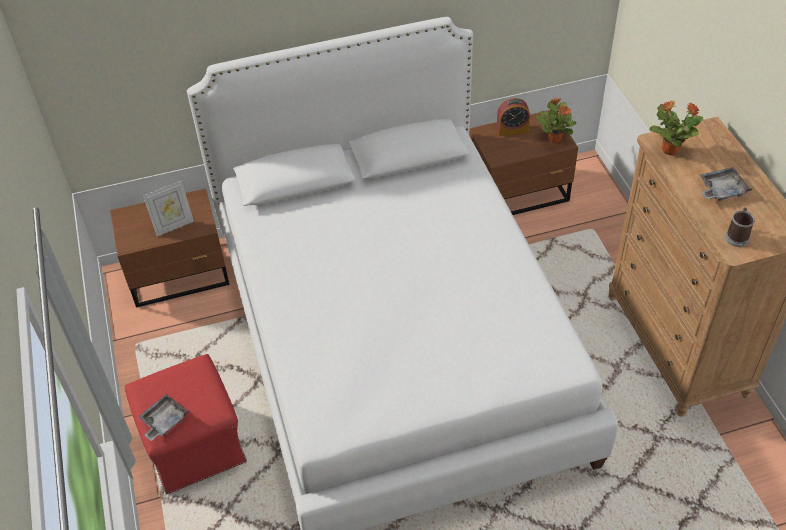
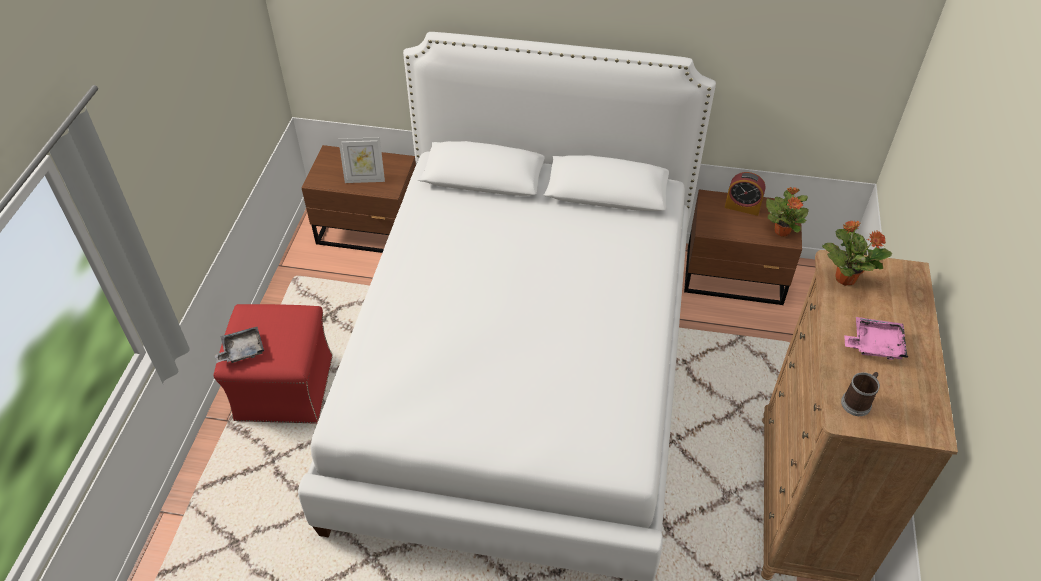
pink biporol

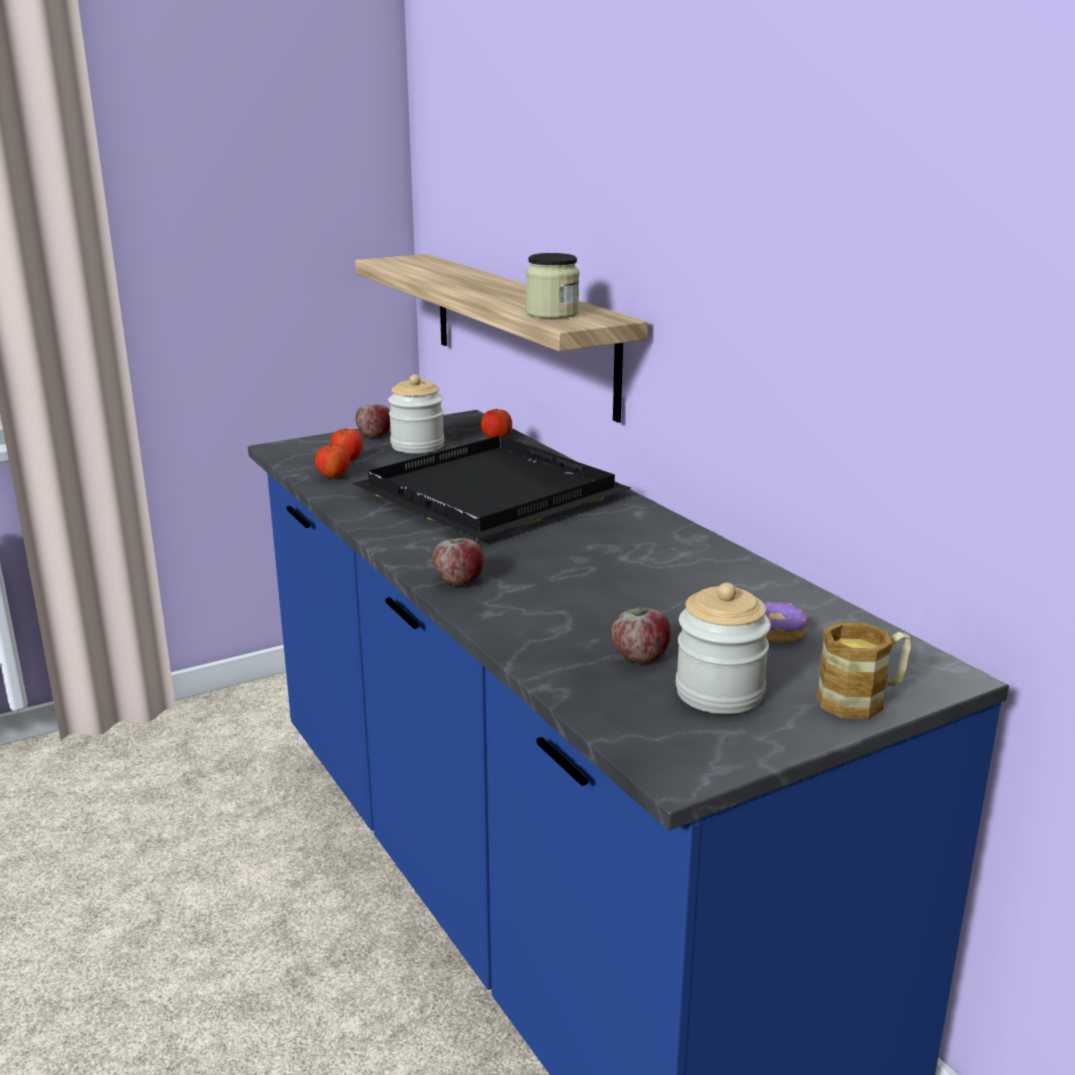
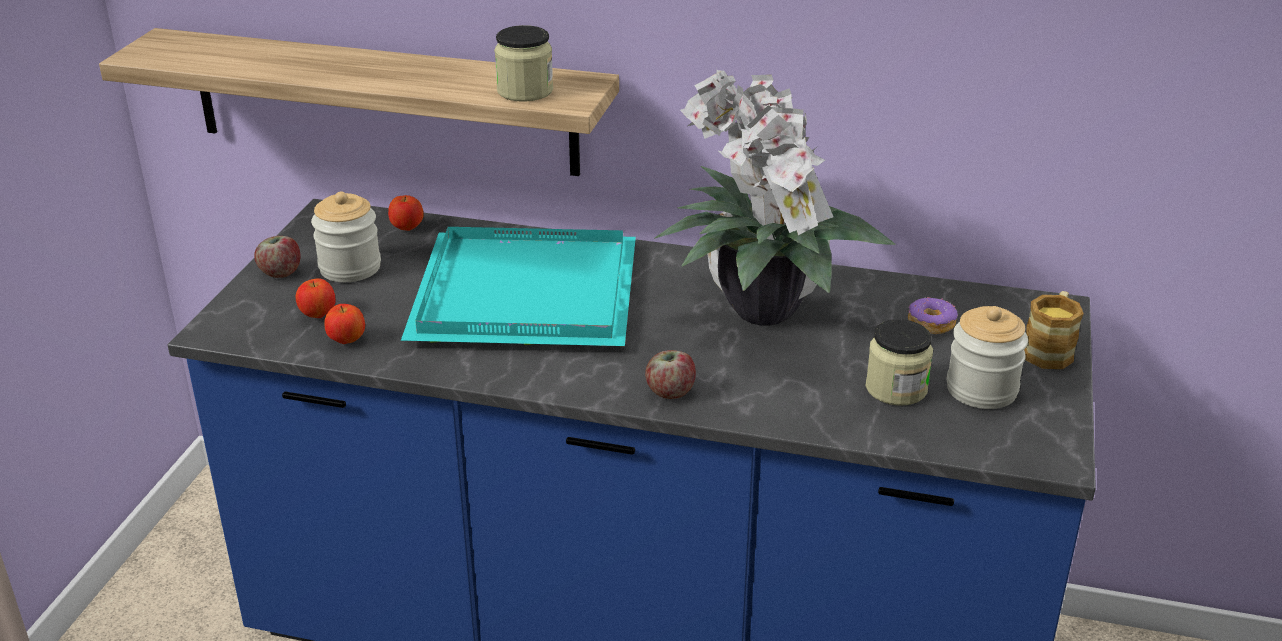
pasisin
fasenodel (no. 3 from left)
turquoise biporol

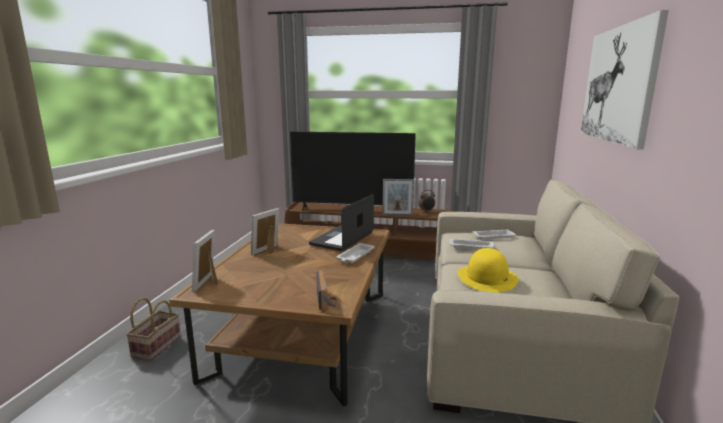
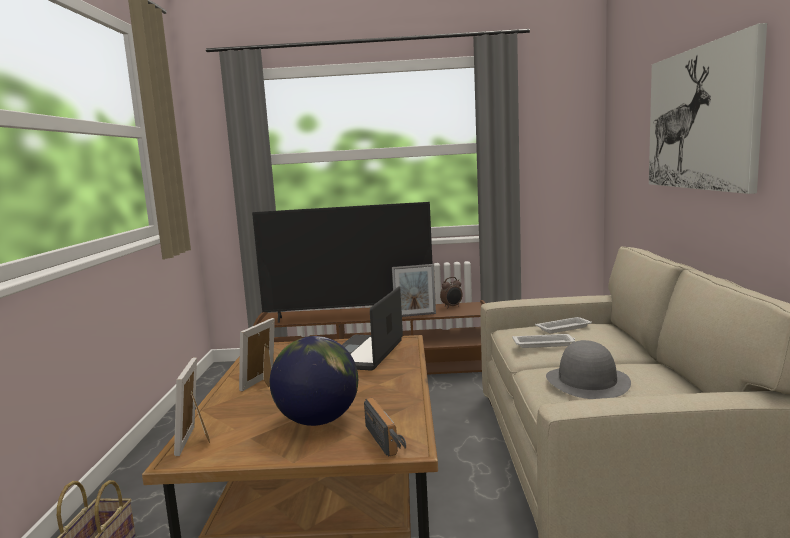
white biporol (no. 1 from left in the first image)
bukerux
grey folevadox

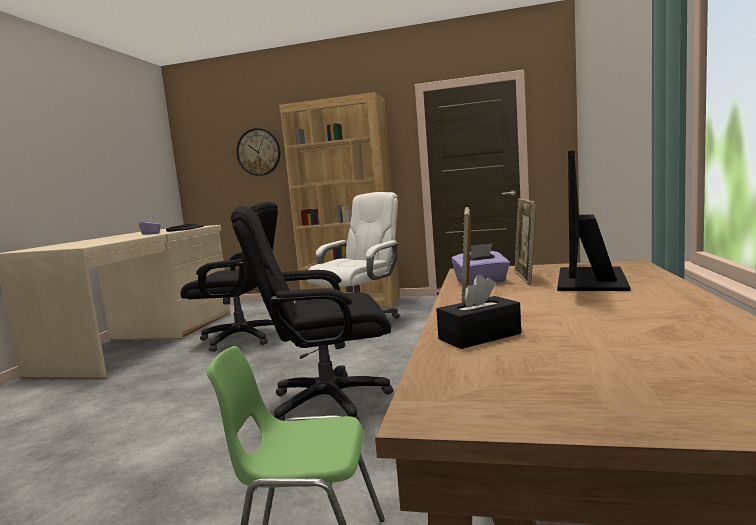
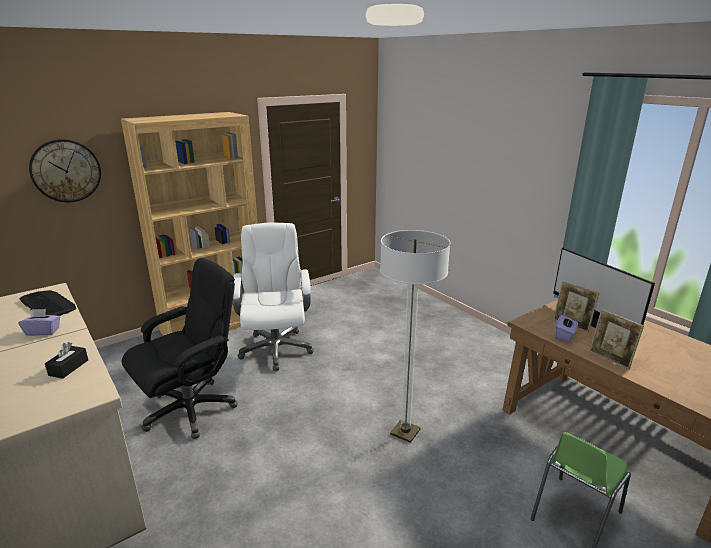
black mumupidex
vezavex

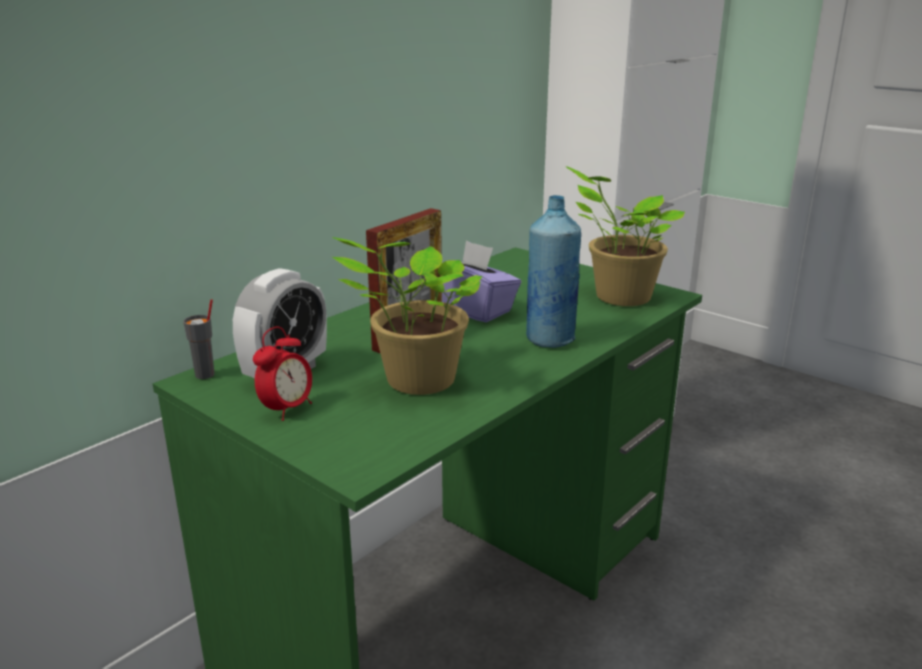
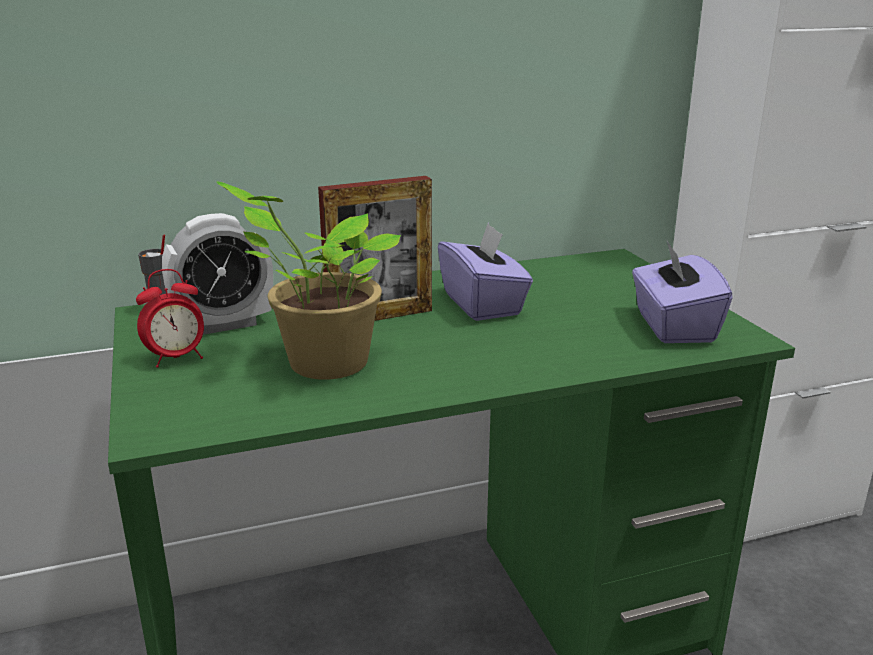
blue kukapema
purple mumupidex (no. 2 from left)

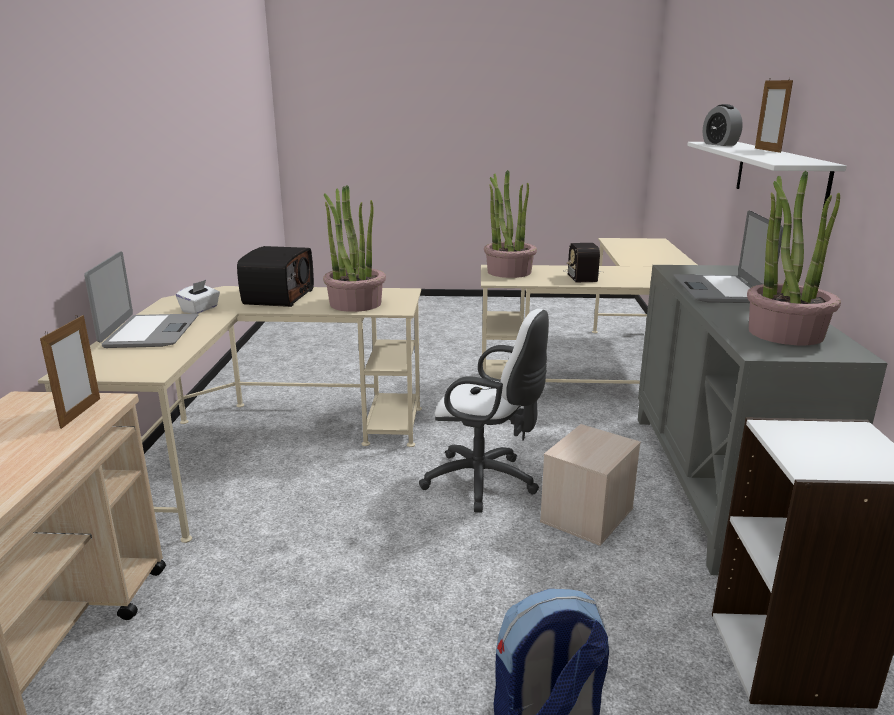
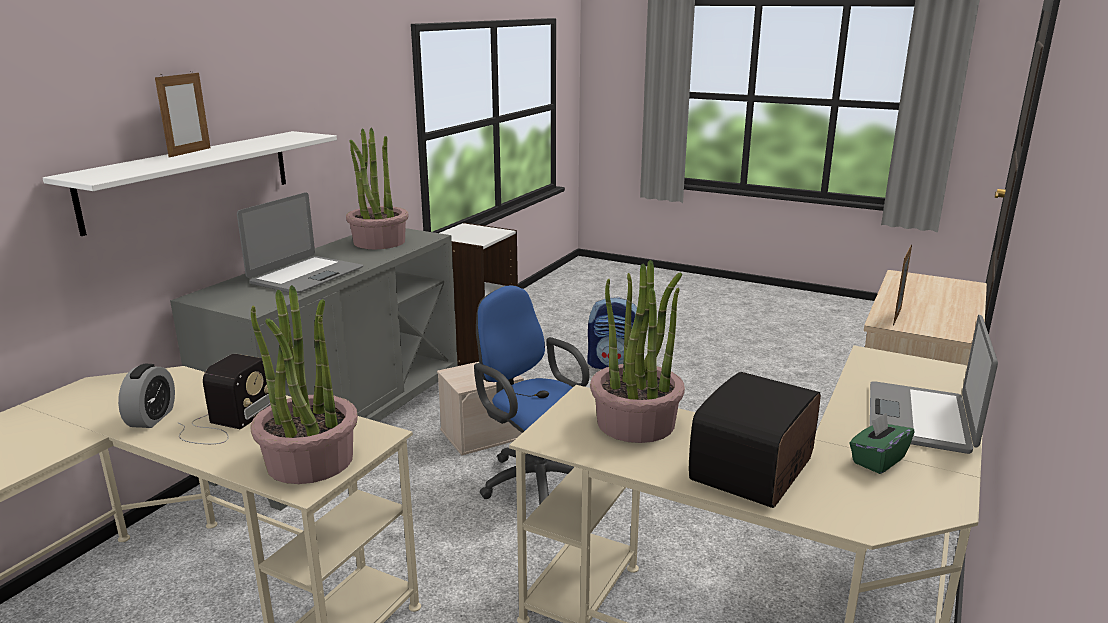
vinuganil
green mumupidex
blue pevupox

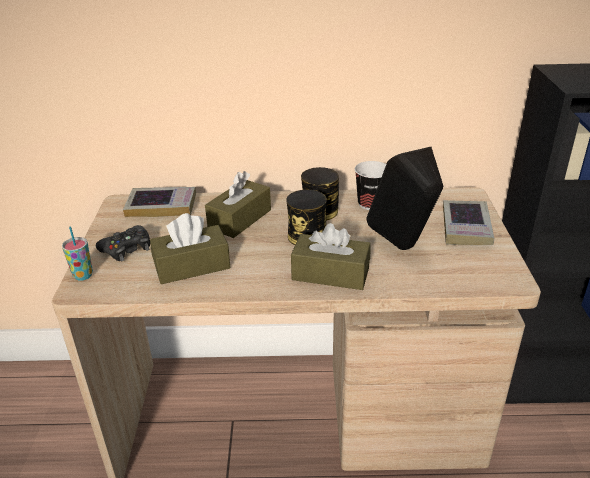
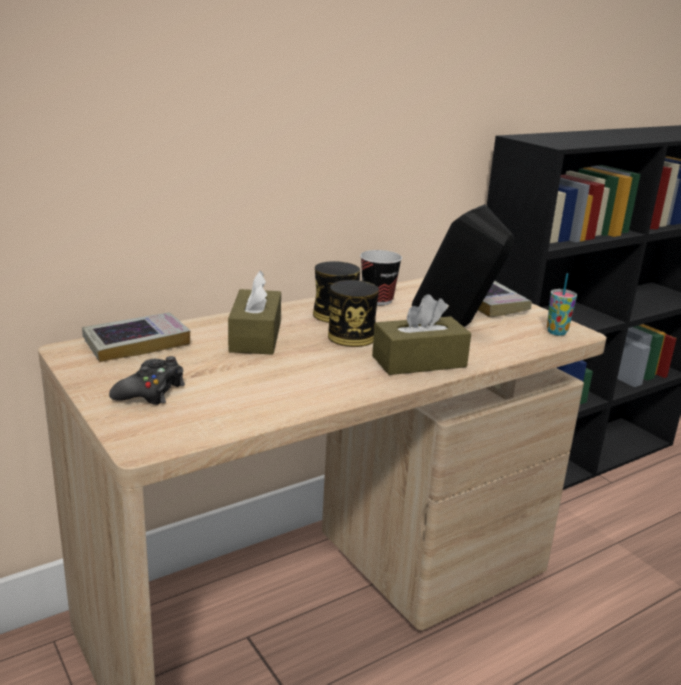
brown mumupidex (no. 1 from left in the first image)
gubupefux (no. 2 from left)

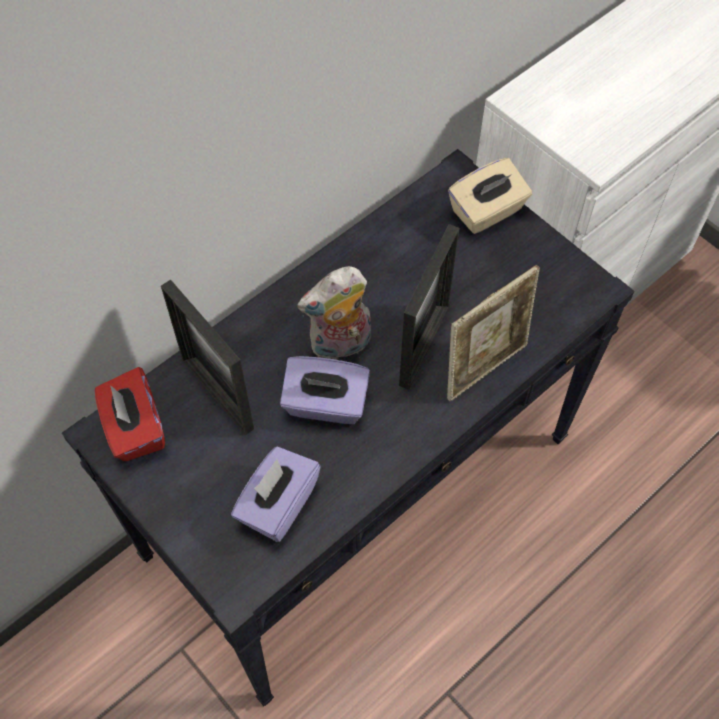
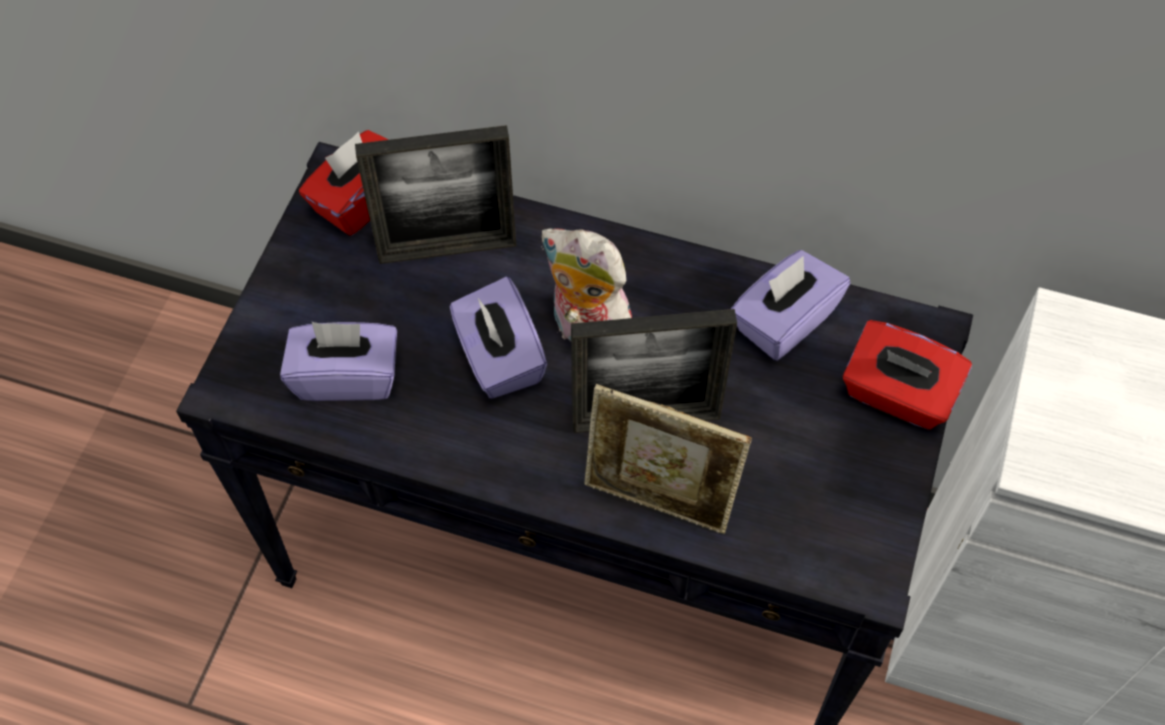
purple mumupidex (no. 3 from left)
red mumupidex (no. 2 from left)
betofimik (no. 1 from left)

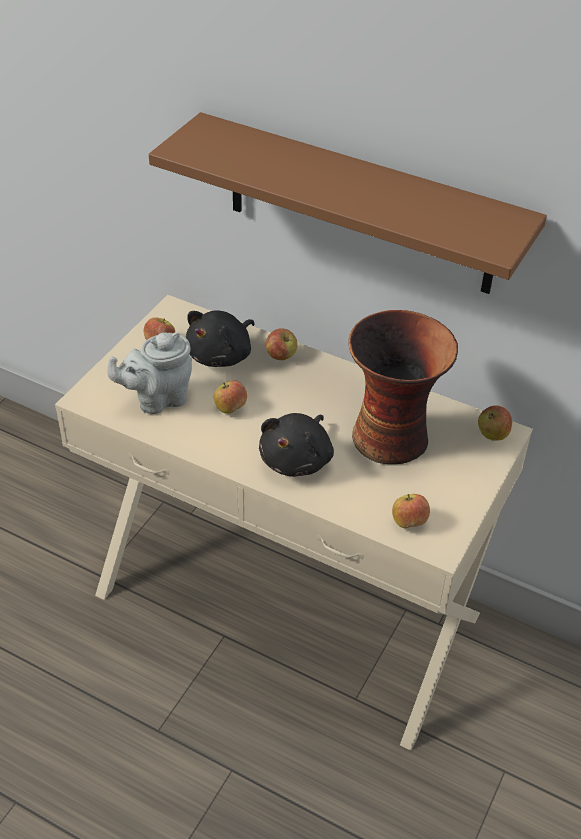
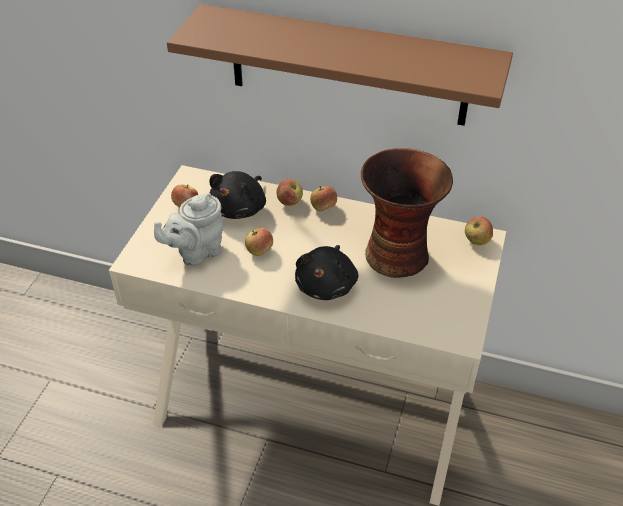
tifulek (no. 4 from left)

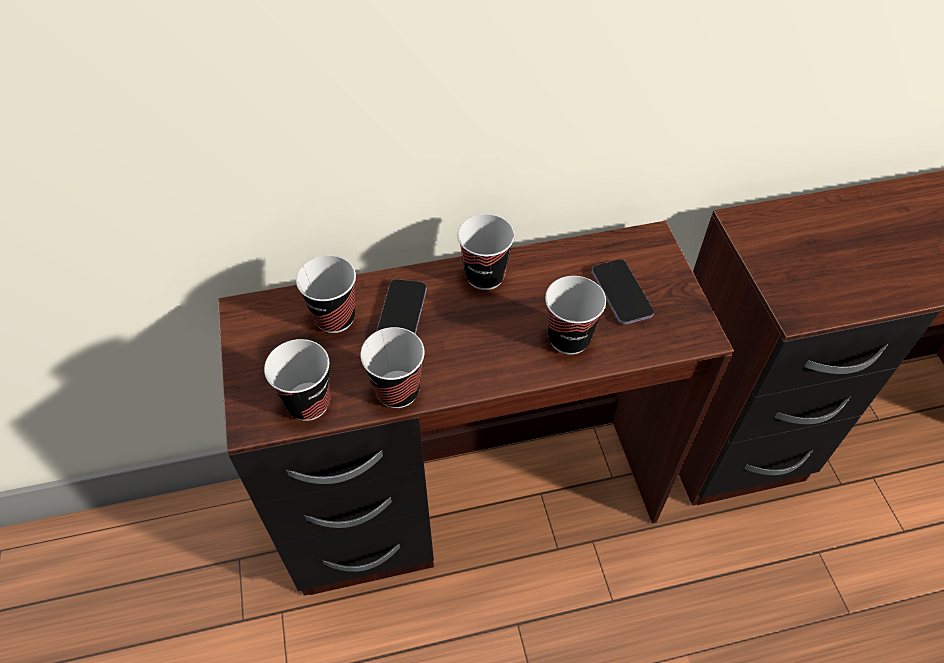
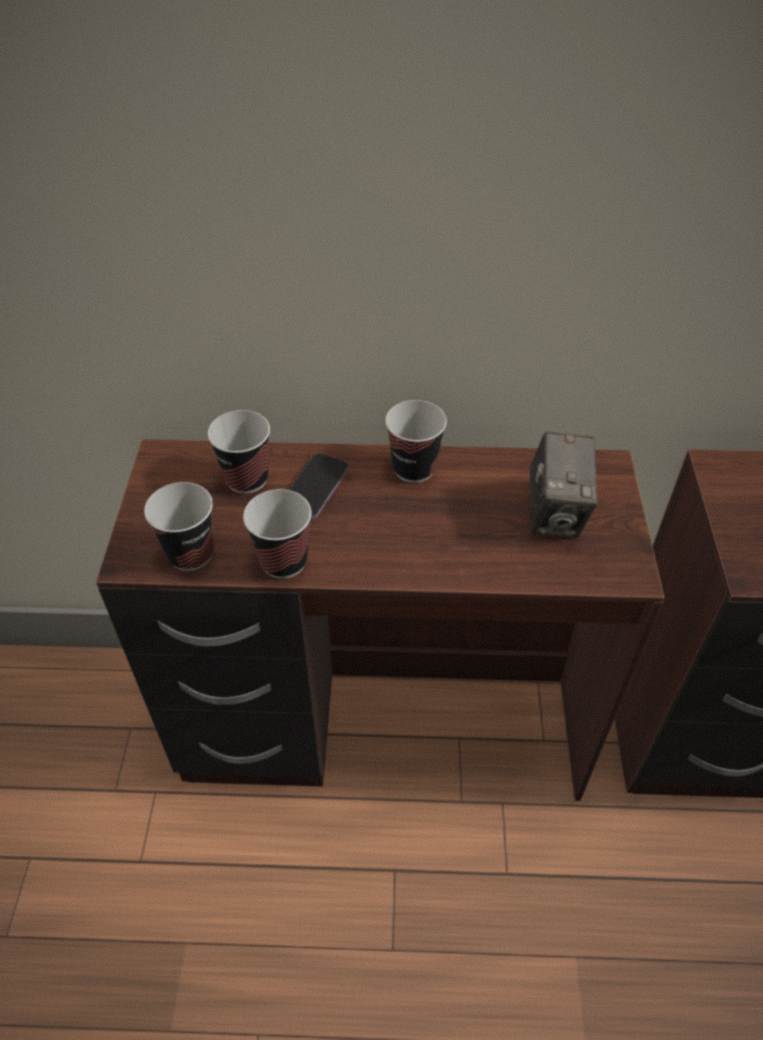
gubupefux (no. 5 from left in the first image)
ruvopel

